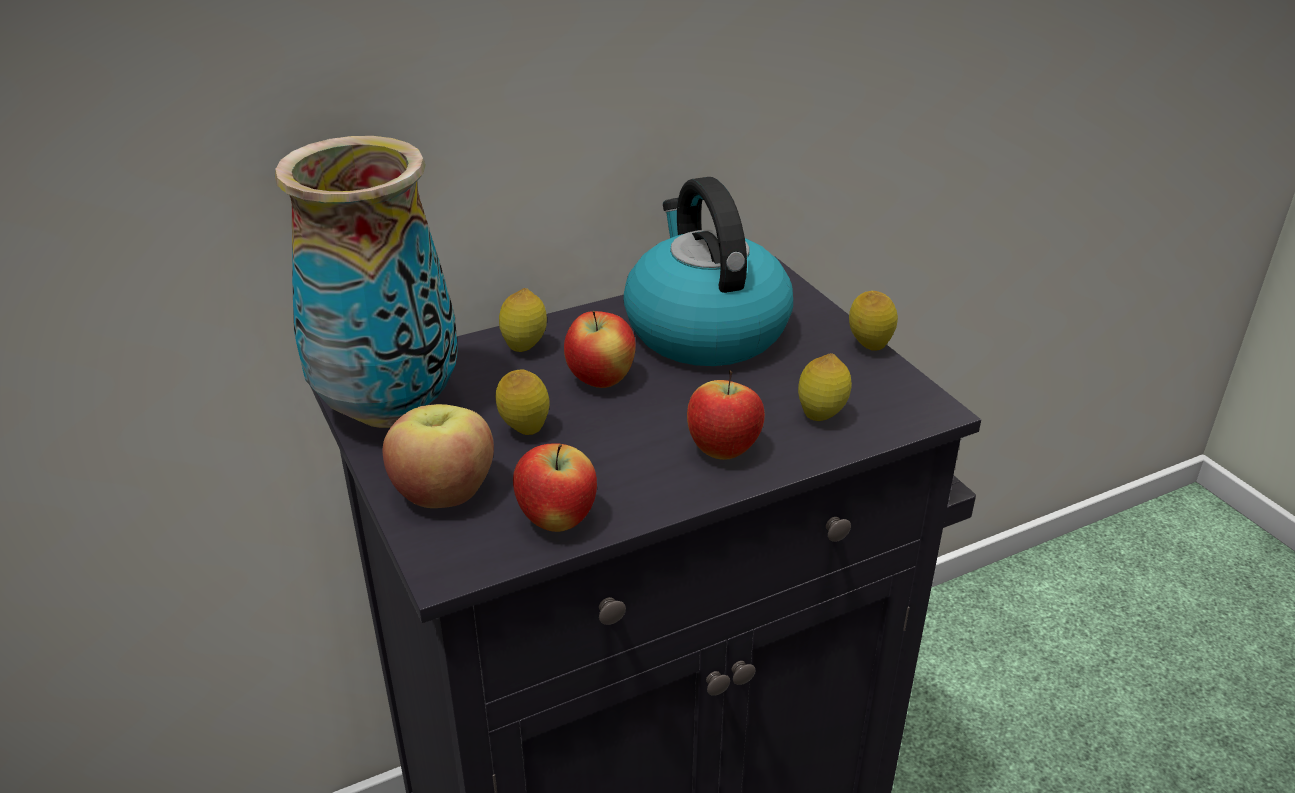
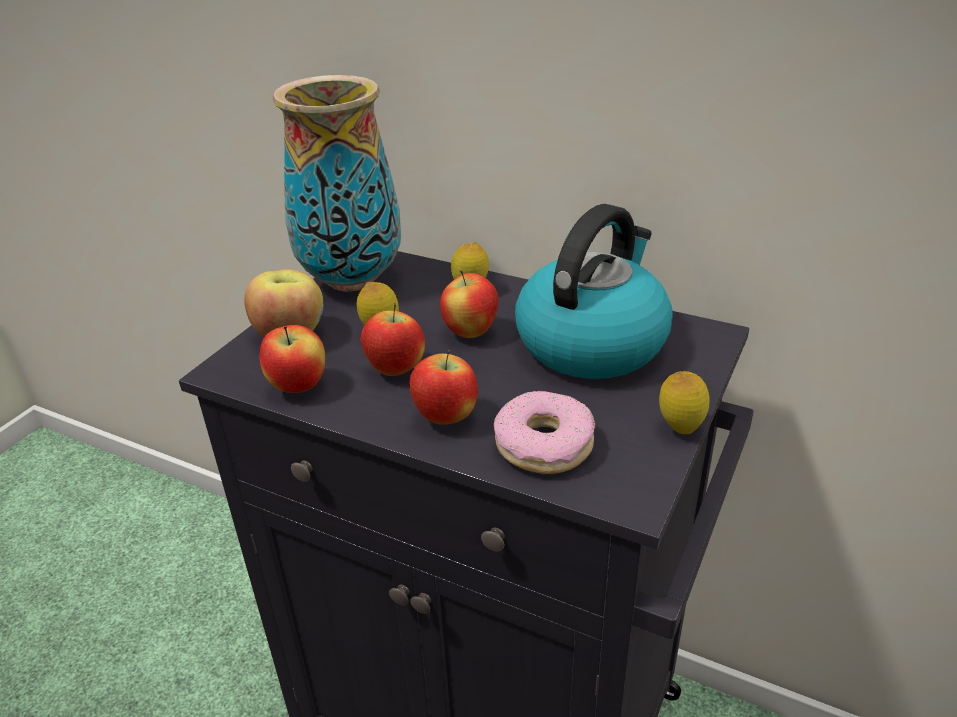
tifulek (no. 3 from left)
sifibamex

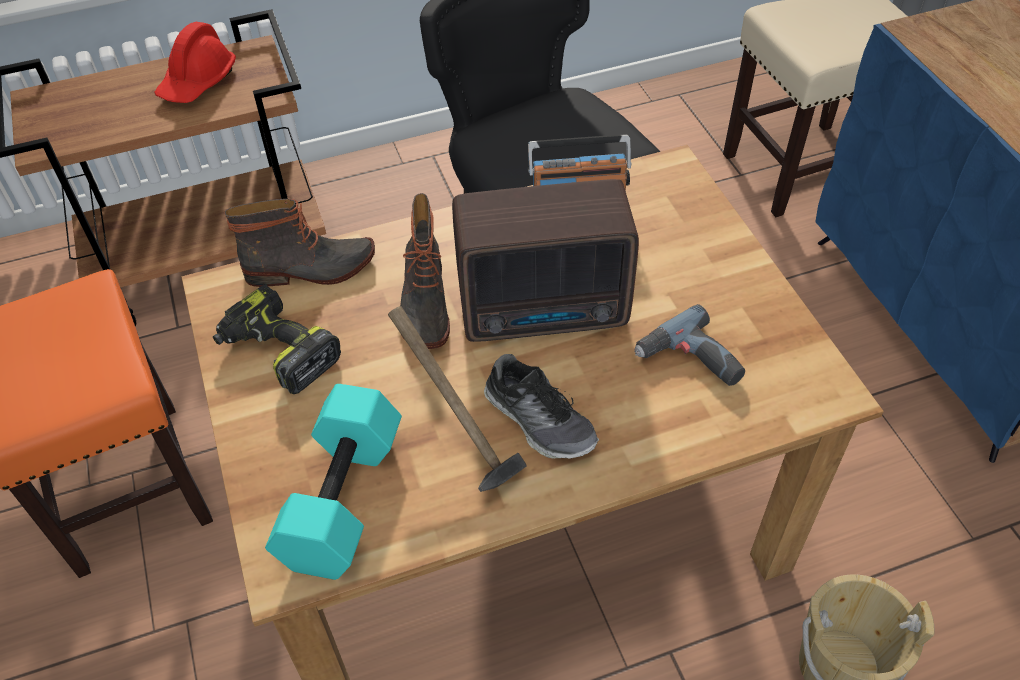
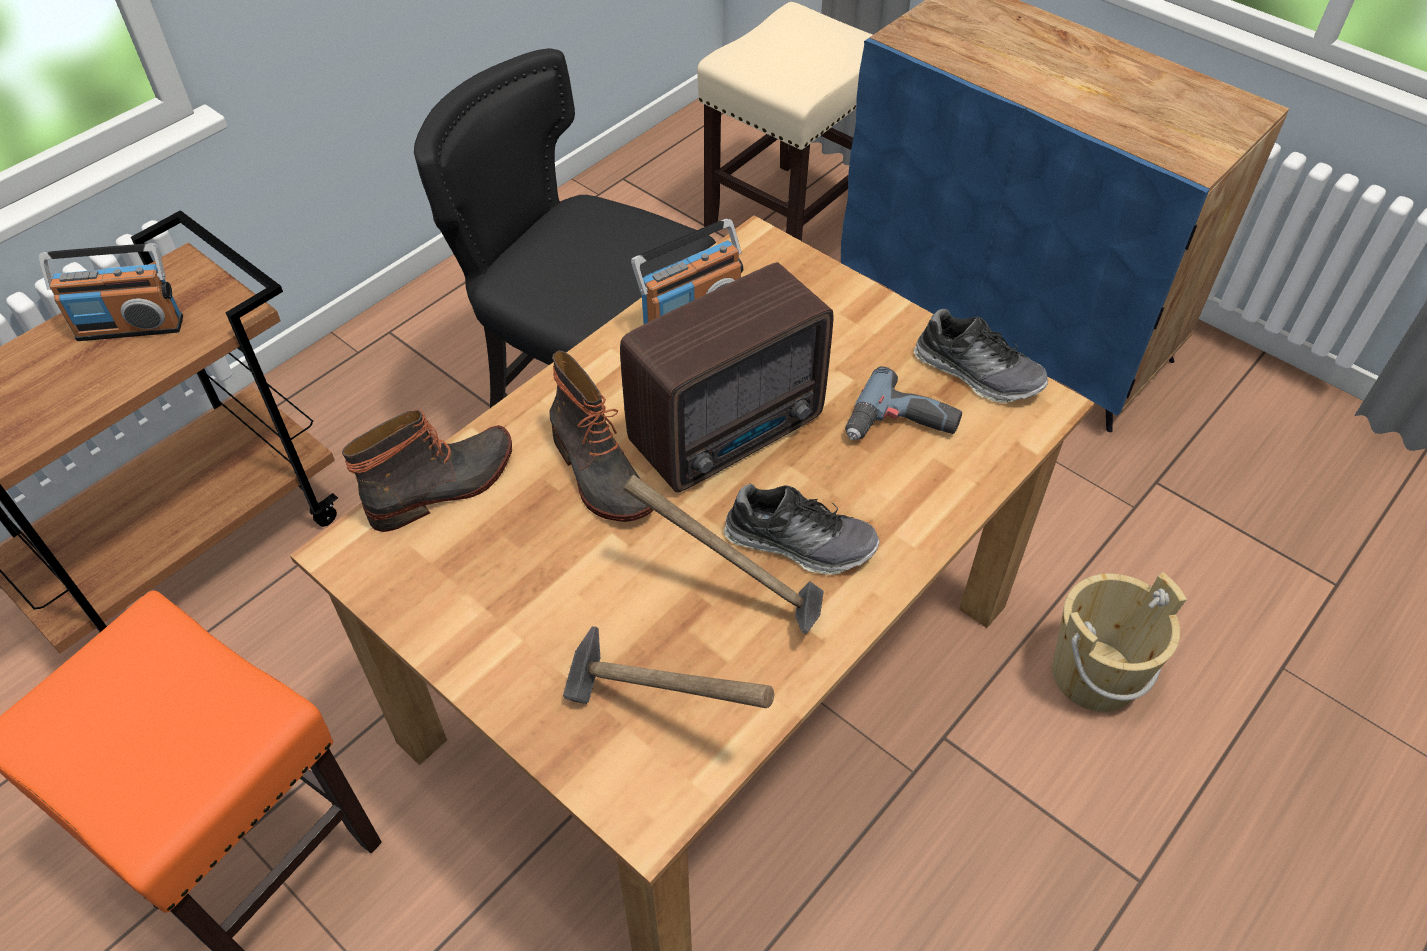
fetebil (no. 1 from left in the first image)
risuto (no. 2 from left)
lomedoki (no. 1 from left)
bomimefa (no. 1 from left)

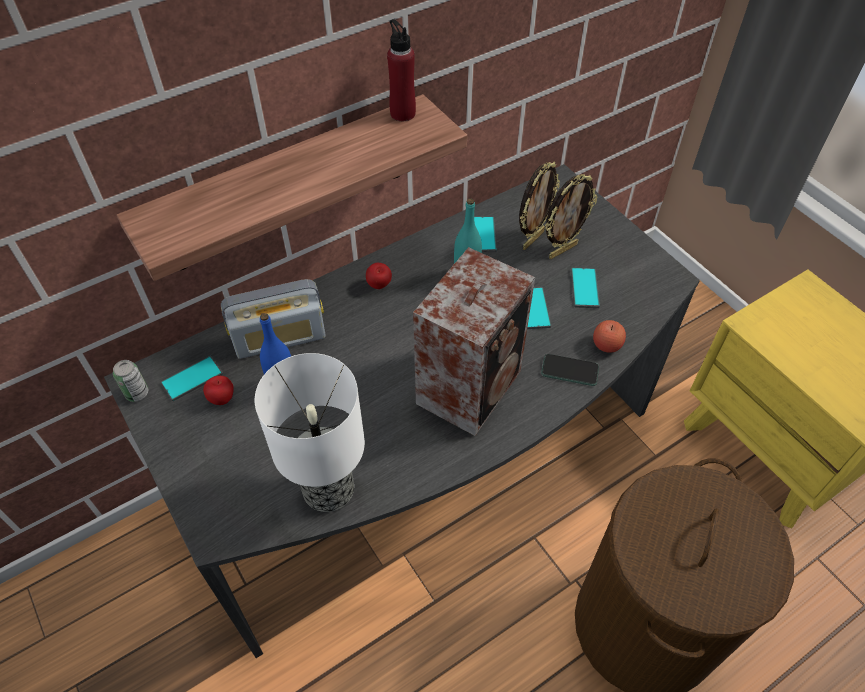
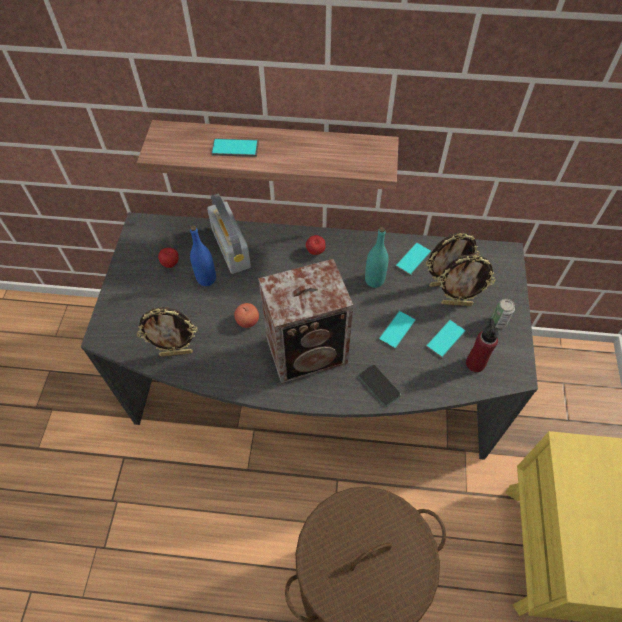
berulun
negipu (no. 1 from left)
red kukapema
tifulek (no. 2 from left)
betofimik (no. 1 from left)
lomedoki

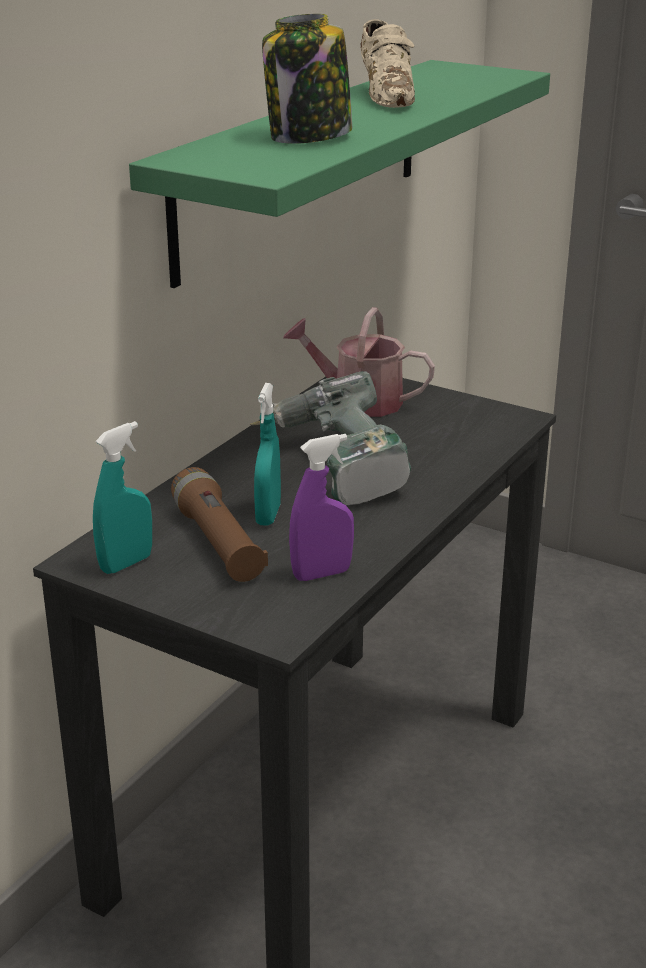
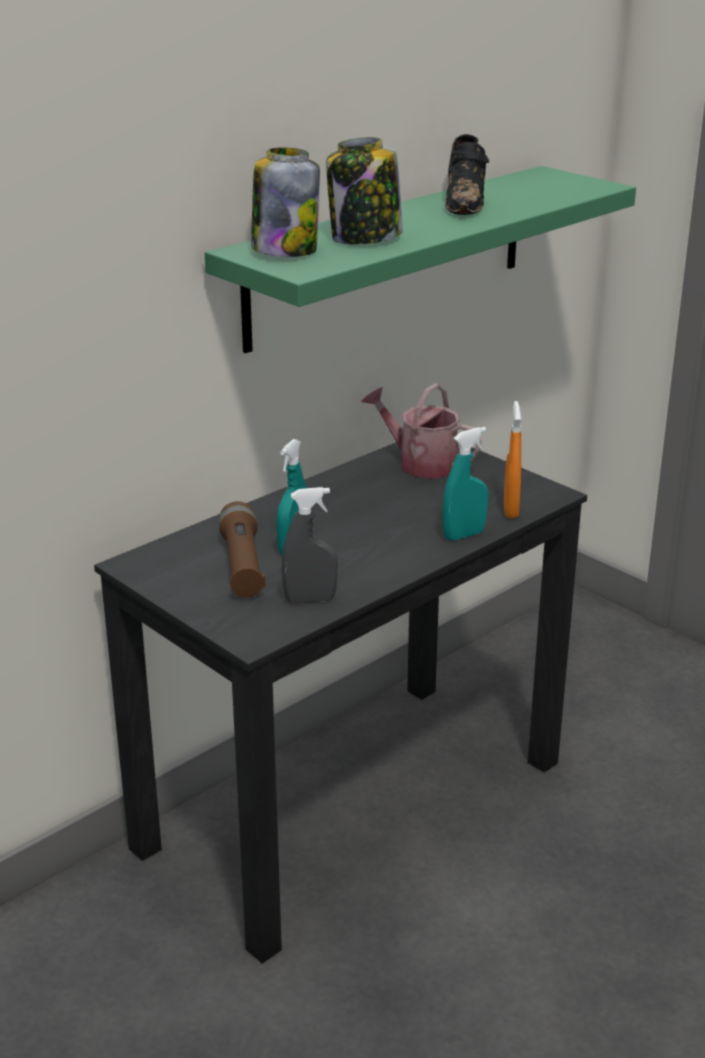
fetebil
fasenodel (no. 1 from left)
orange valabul
turquoise valabul (no. 2 from left)
grey valabul
black risuto

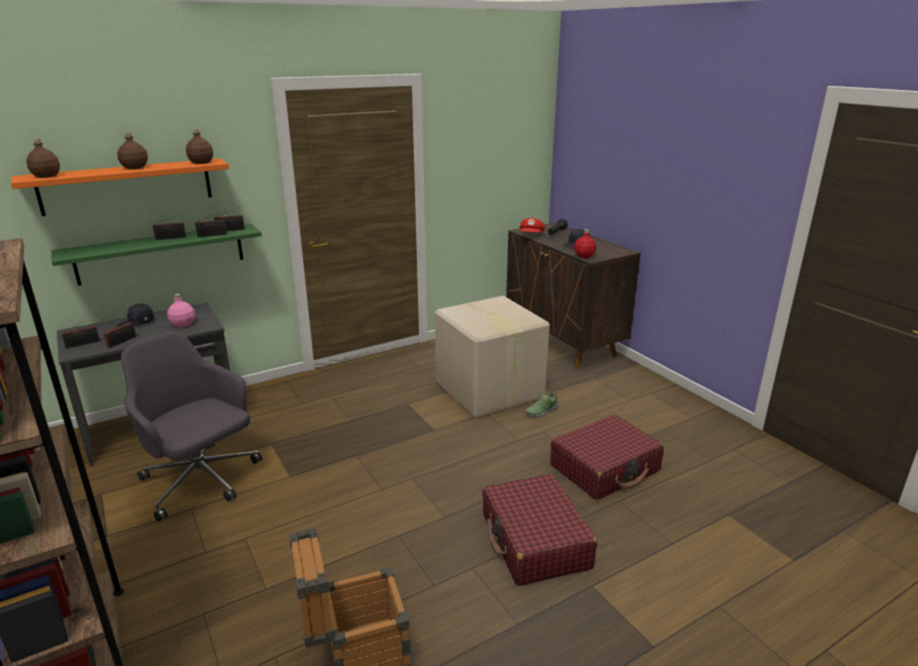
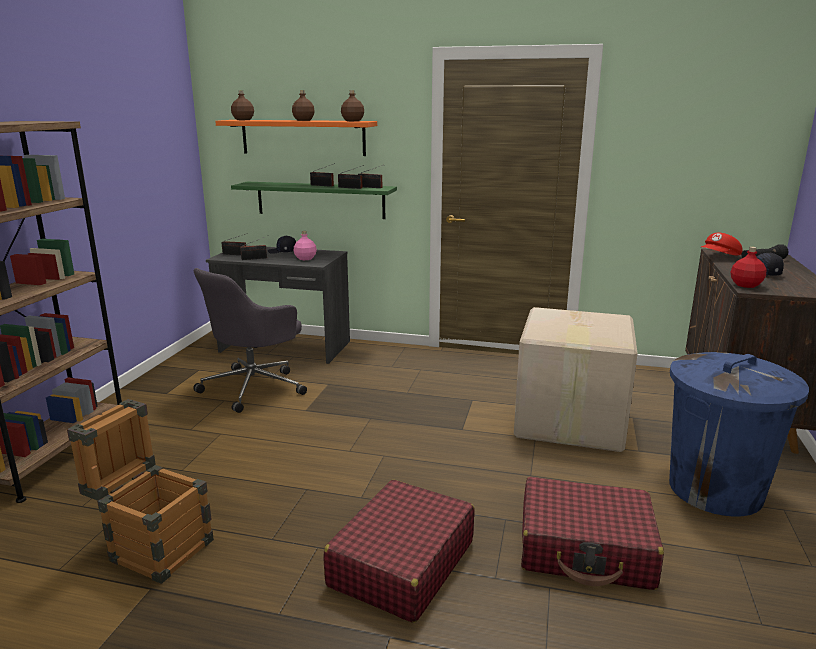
risuto
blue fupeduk
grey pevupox

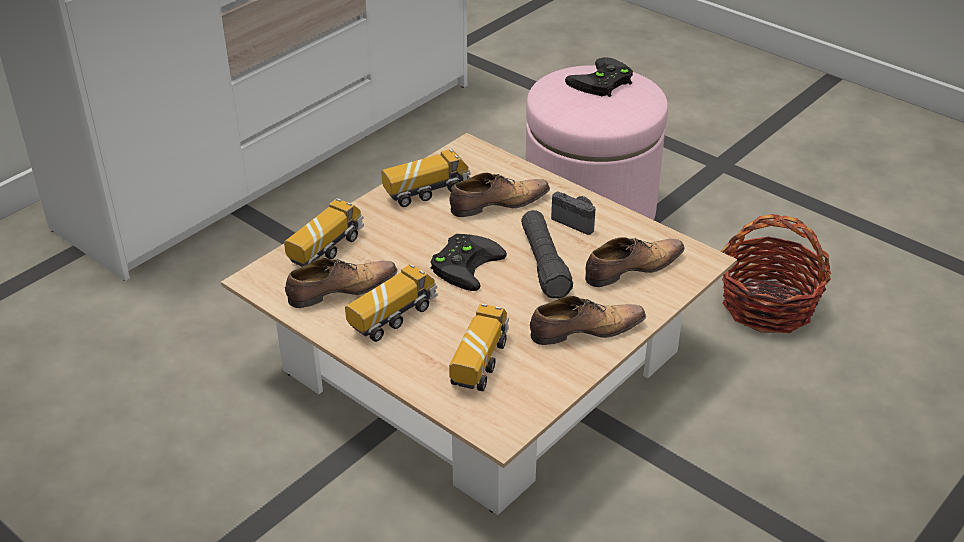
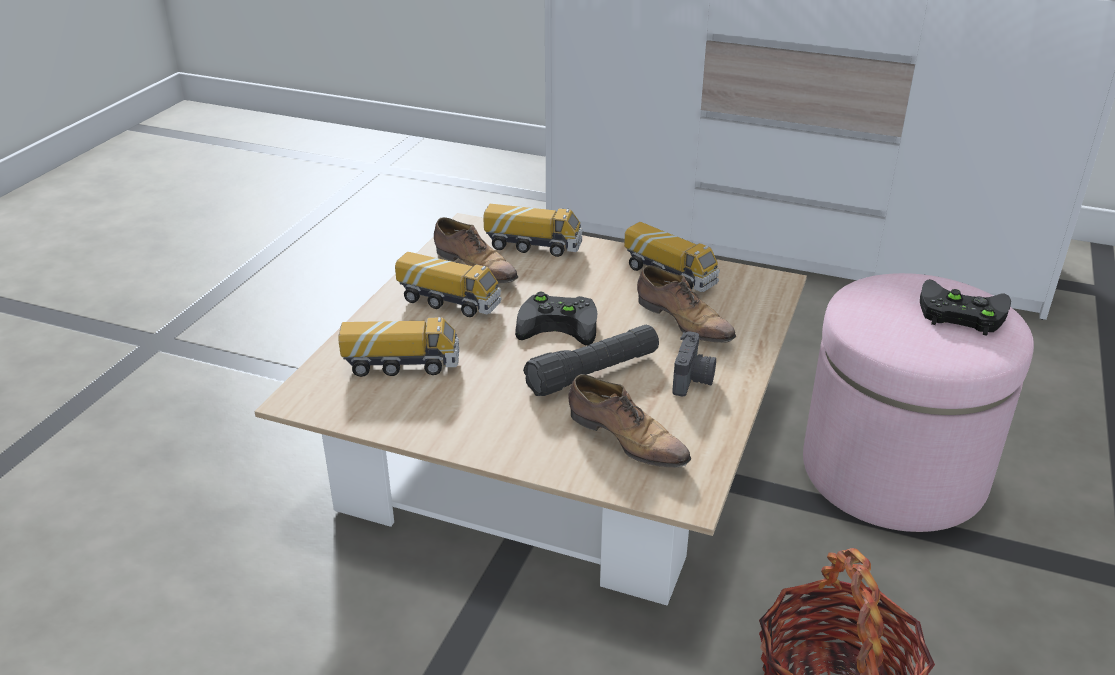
risuto (no. 3 from left in the first image)

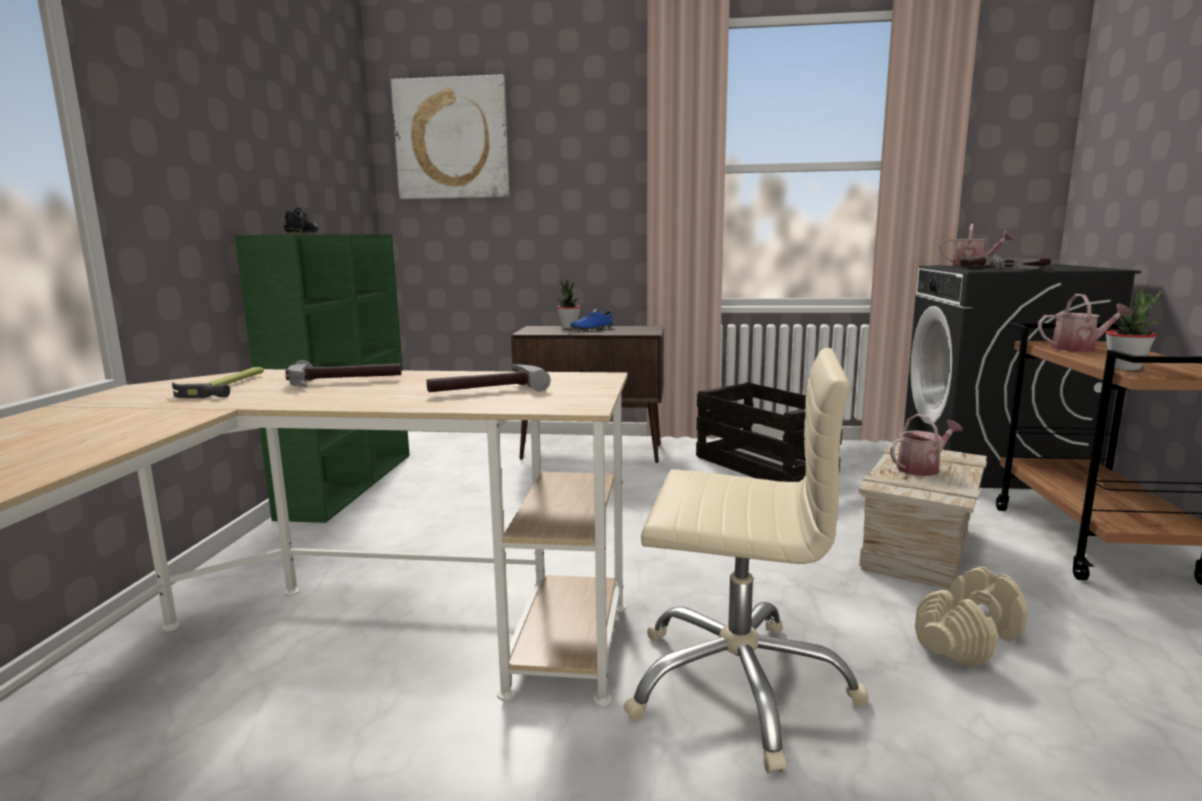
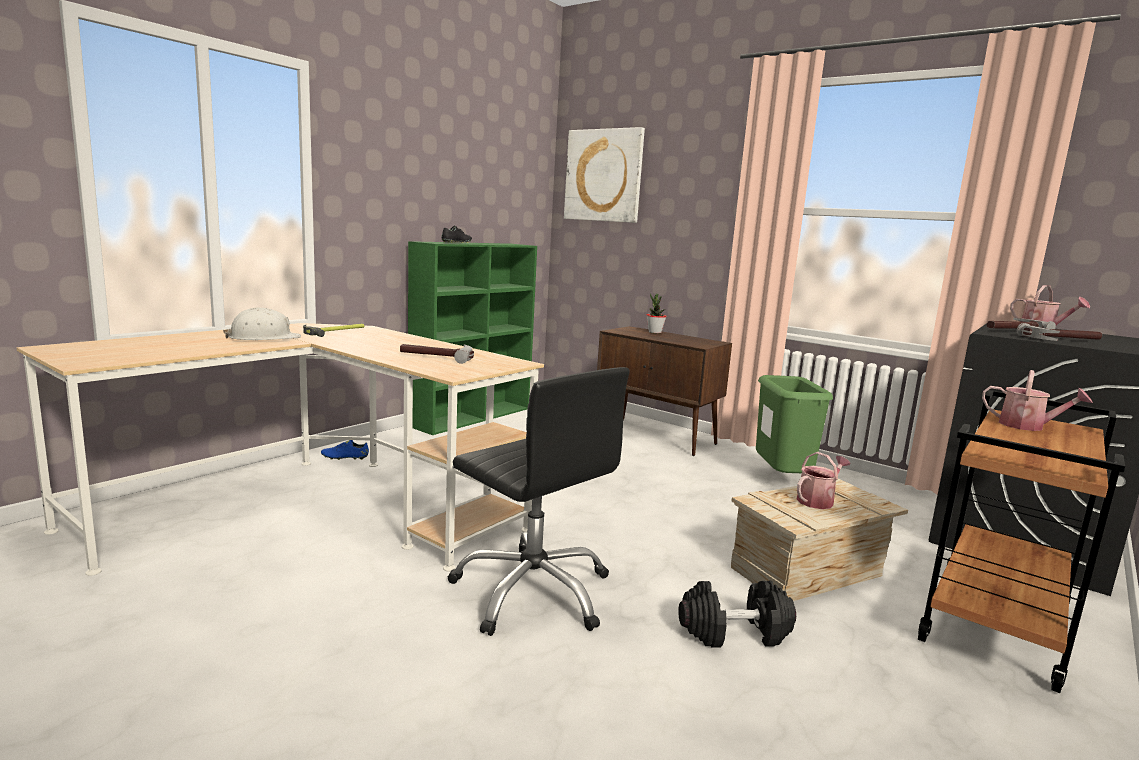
bomimefa (no. 2 from left in the first image)
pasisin (no. 2 from left in the first image)
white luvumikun
blue risuto
green fupeduk
black pevupox
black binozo
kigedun (no. 1 from left)

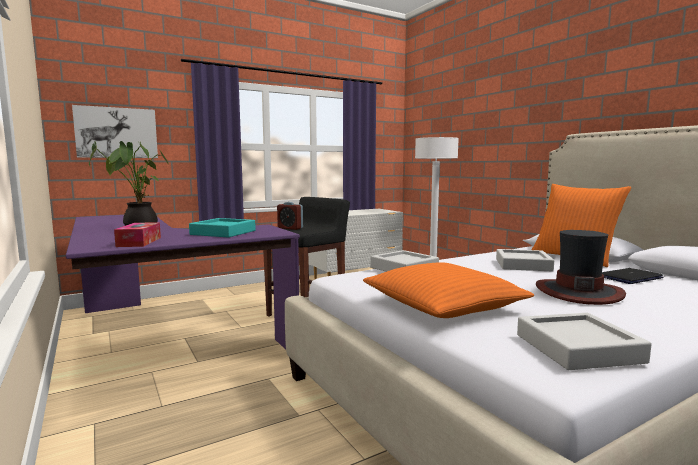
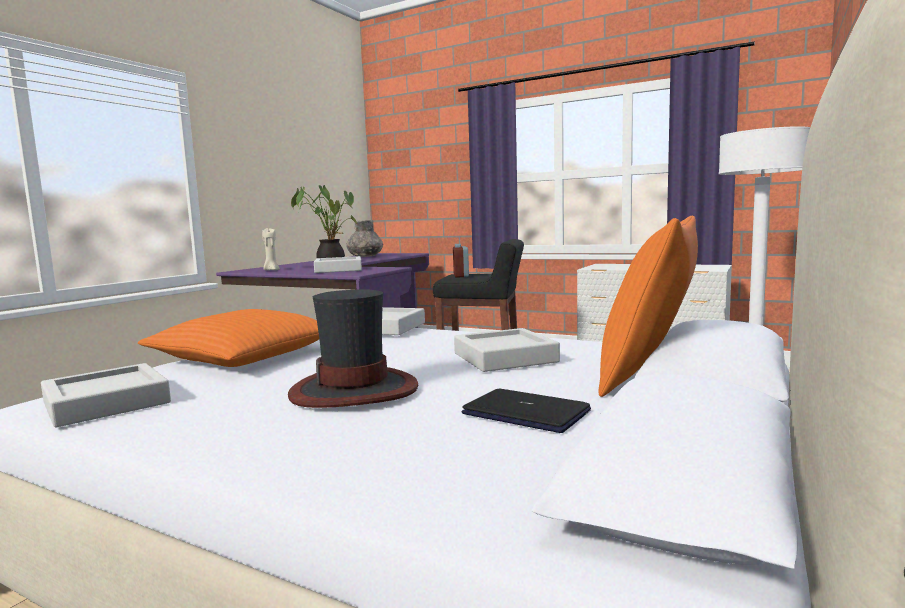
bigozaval
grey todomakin
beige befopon
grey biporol (no. 2 from left)

